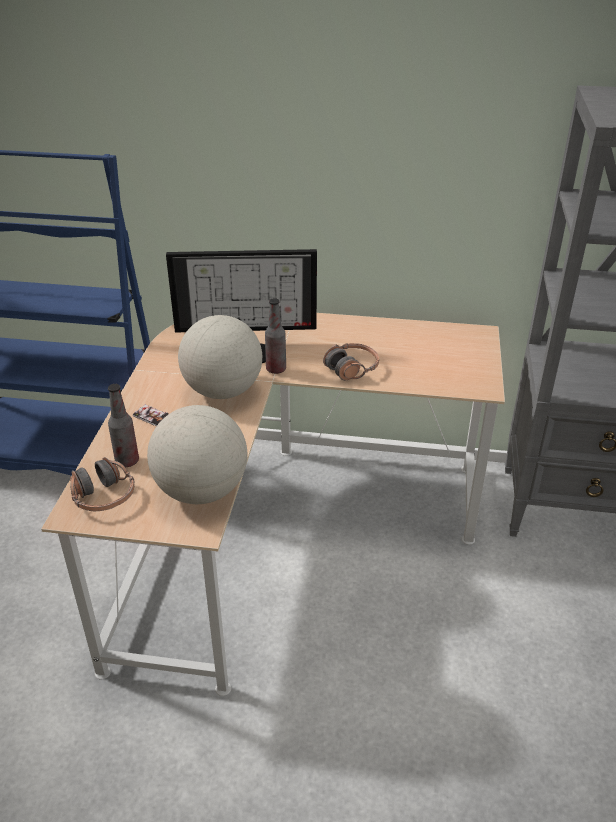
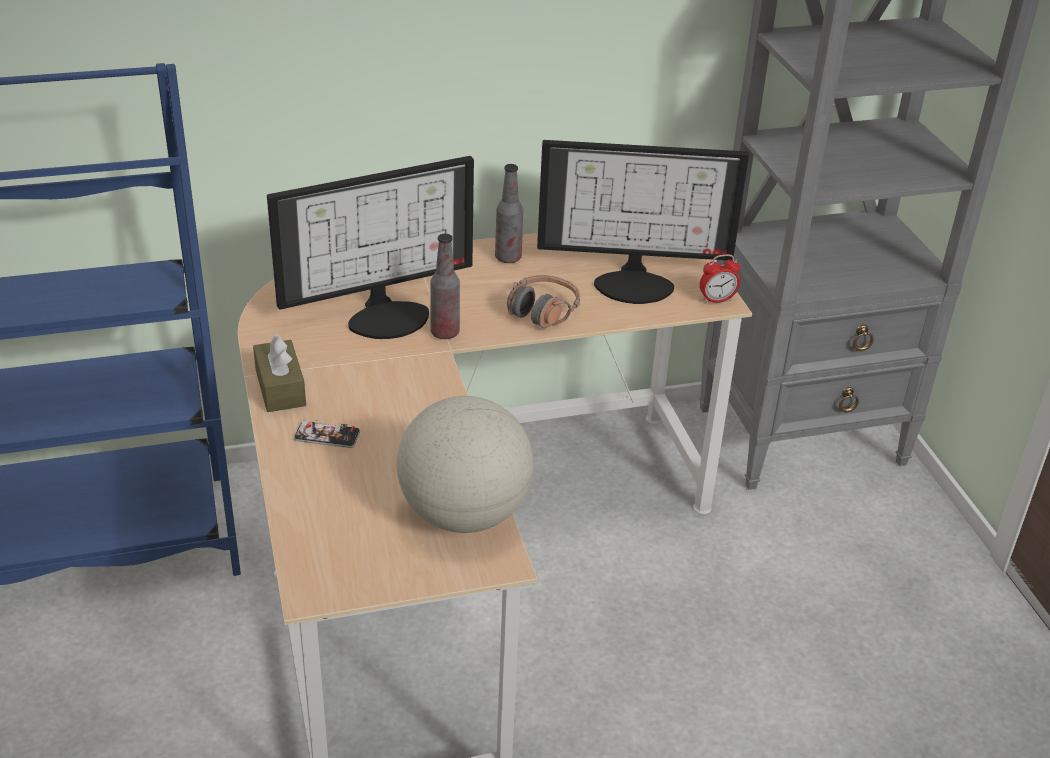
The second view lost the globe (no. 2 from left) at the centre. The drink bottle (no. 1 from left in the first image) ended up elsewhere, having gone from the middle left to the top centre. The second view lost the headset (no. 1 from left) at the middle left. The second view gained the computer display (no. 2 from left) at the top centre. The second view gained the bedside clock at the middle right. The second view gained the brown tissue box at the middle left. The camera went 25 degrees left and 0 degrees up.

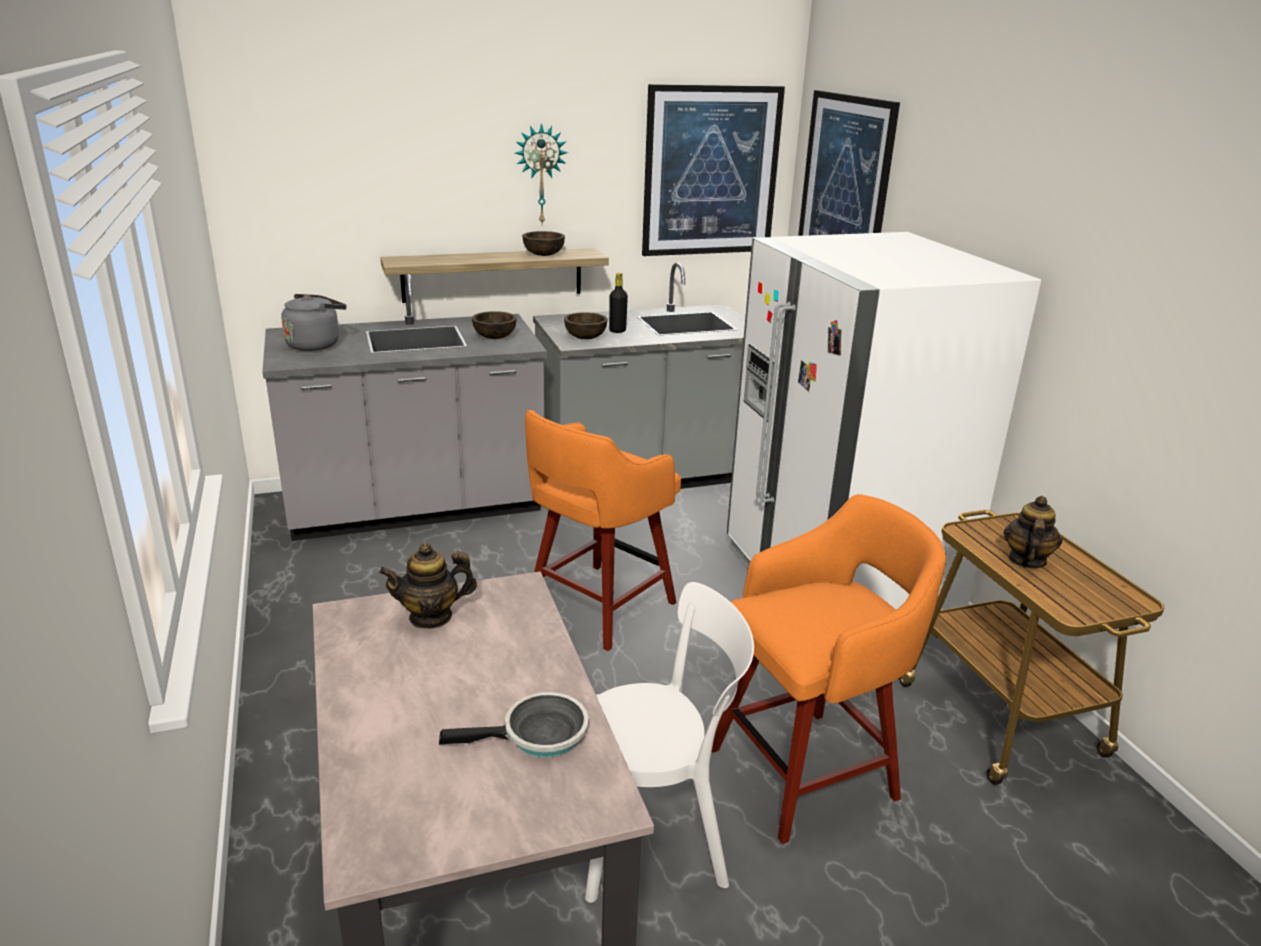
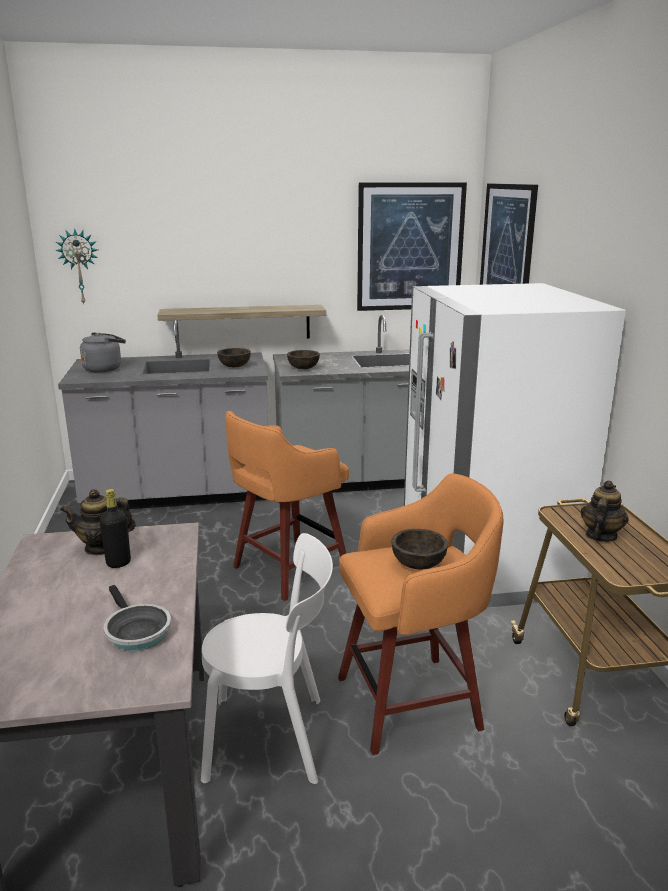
The wall clock ended up elsewhere, having gone from the top centre to the top left. The brown serving bowl (no. 2 from left in the first image) ended up elsewhere, having gone from the top centre to the centre. The black drink bottle ended up elsewhere, having gone from the top centre to the middle left. The pan at the bottom centre ended up facing another way, 60 degrees clockwise from before. The camera went 10 degrees right and 5 degrees down.

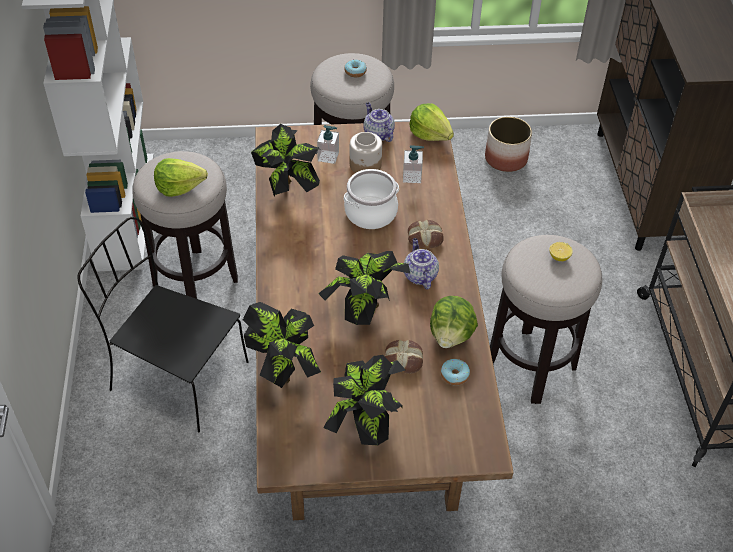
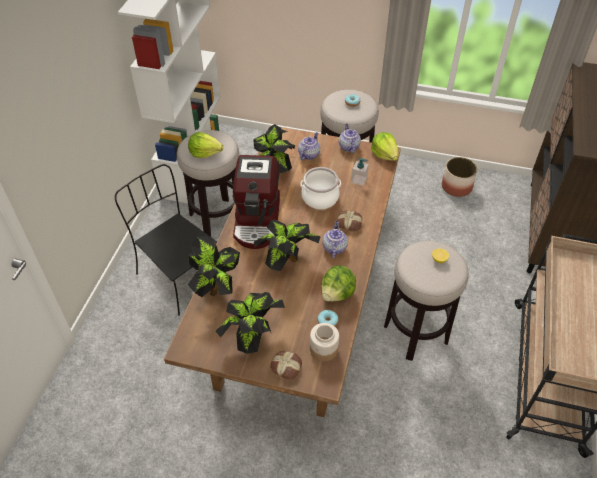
Where the soap bottle (no. 1 from left) stood at the top centre, the pot for tea (no. 1 from left) came to stand at the top centre. The preserve jar ended up elsewhere, having gone from the top centre to the bottom centre. The baked bread (no. 1 from left) ended up elsewhere, having gone from the centre to the bottom centre. The second view gained the coffee maker at the centre. The camera went 20 degrees right and 0 degrees up.

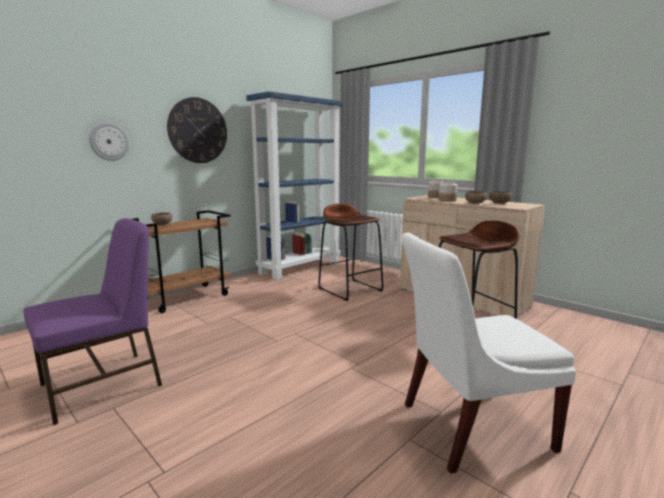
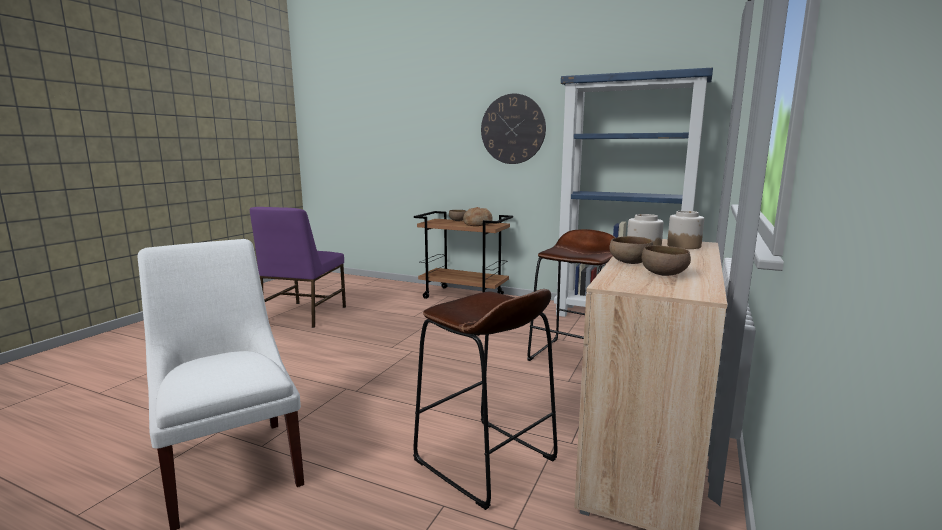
The second view lost the wall clock (no. 1 from left) at the top left. The purple-coloured plain chair at the middle left ended up facing another way, 75 degrees clockwise from before. The second view gained the baked bread at the centre. The camera went 70 degrees right and 0 degrees up.

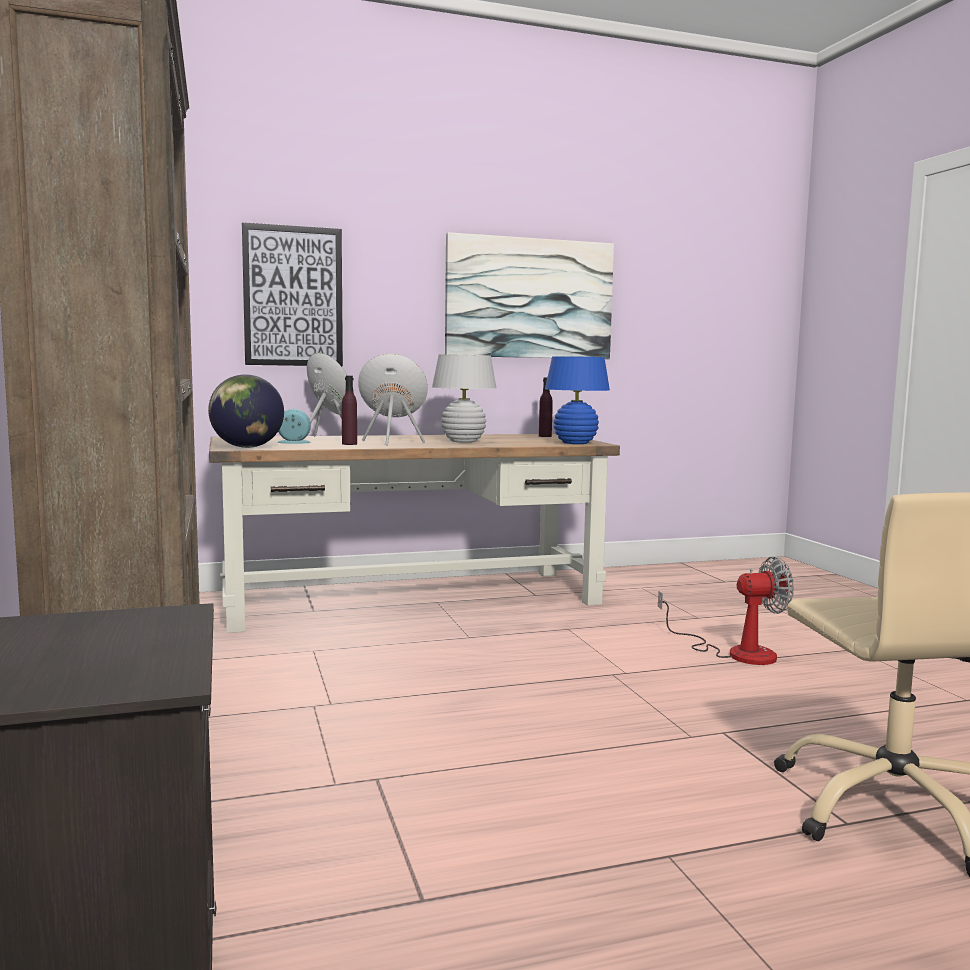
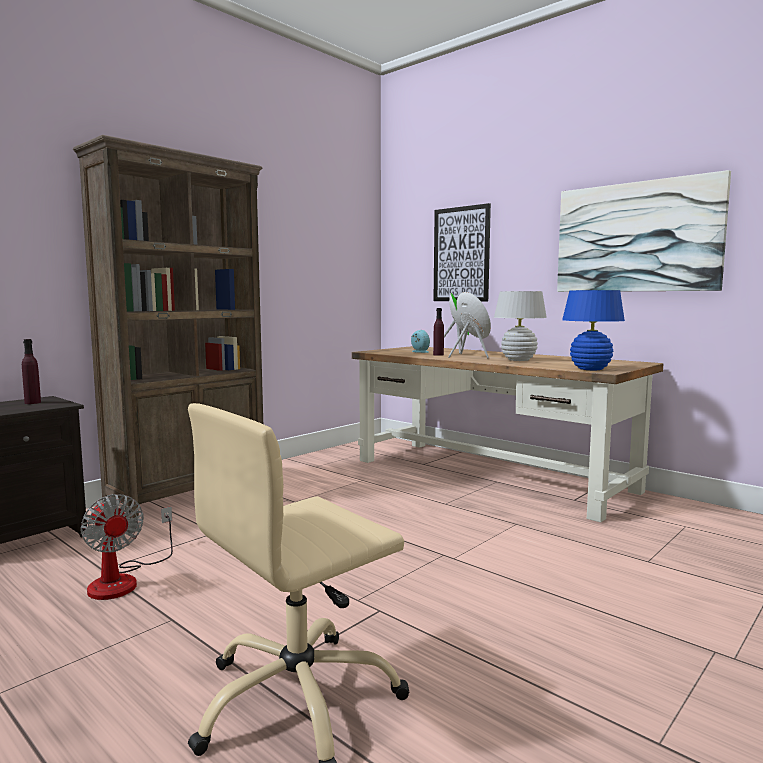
The second view lost the globe at the middle left. The purple-coloured drink bottle (no. 2 from left in the first image) ended up elsewhere, having gone from the centre to the middle left. The cooling fan ended up elsewhere, having gone from the middle right to the bottom left. The camera went 60 degrees right and 0 degrees up.

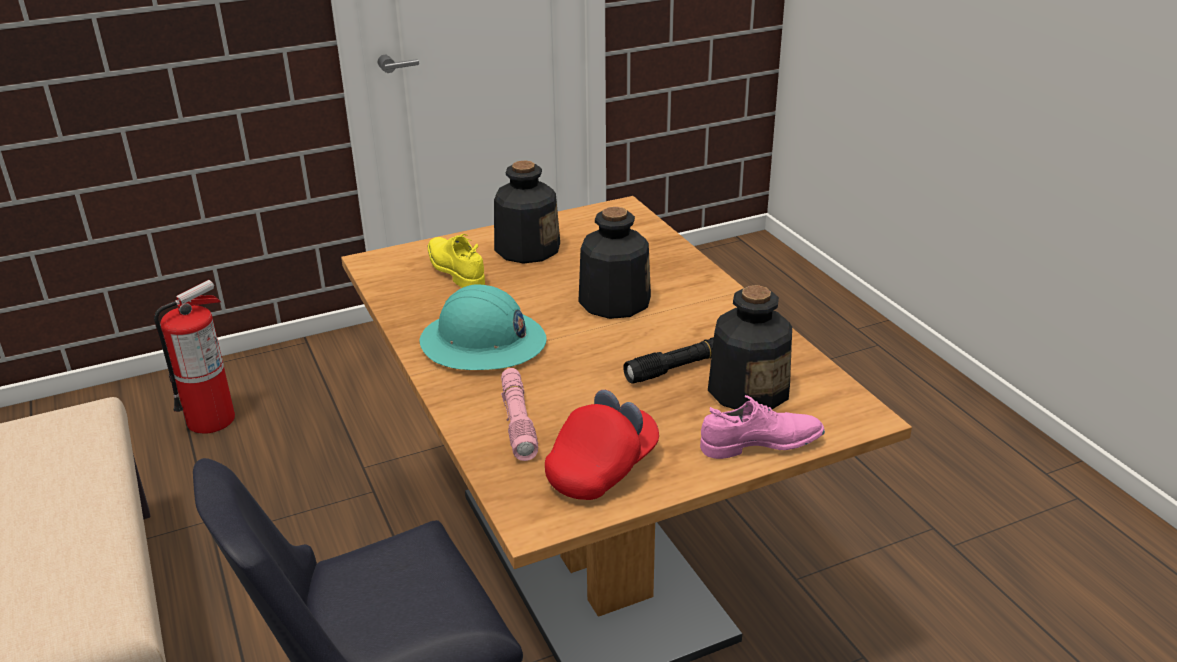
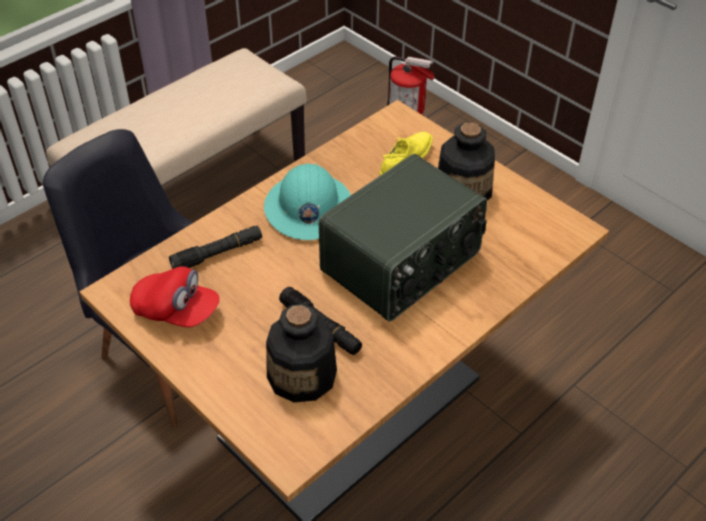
Where the drink bottle (no. 2 from left) stood at the centre, the radio receiver came to stand at the centre. What was the pinkish hand torch at the centre turned into the black hand torch (no. 1 from left) at the middle left. The second view lost the pinkish item of footwear at the centre. The camera went 70 degrees right and 15 degrees up.

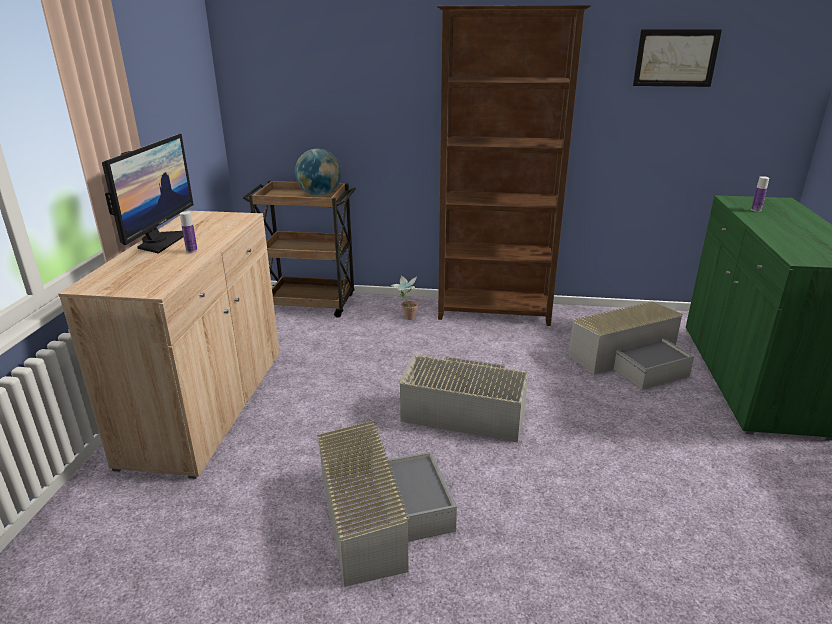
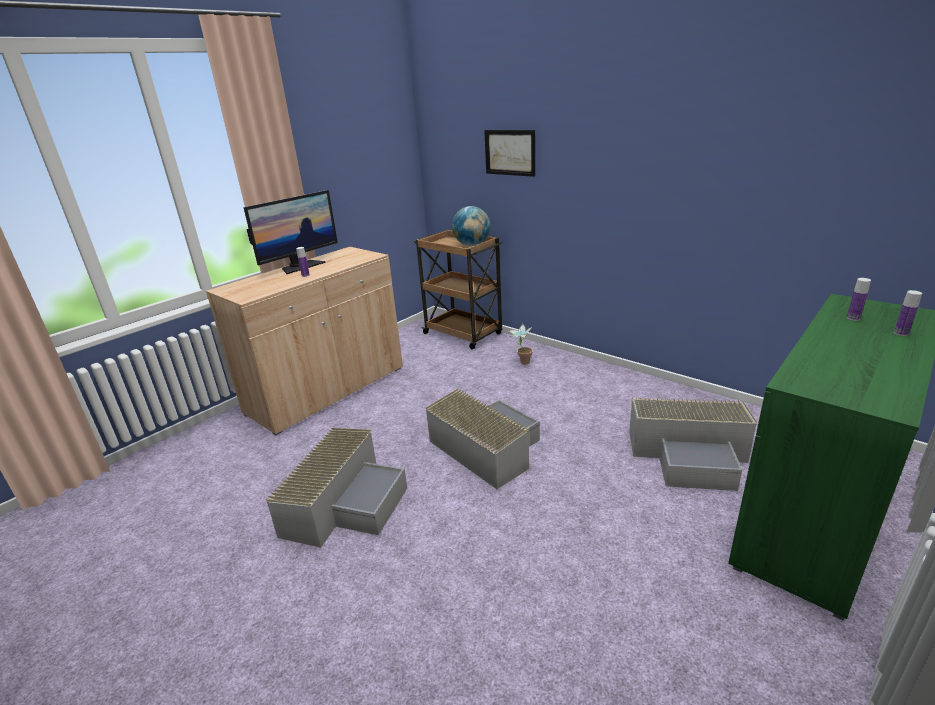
The second view lost the brown shelving unit at the top centre. The picture ended up elsewhere, having gone from the top right to the top centre. The second view gained the drink bottle (no. 3 from left) at the middle right. The camera went 35 degrees right and 0 degrees up.

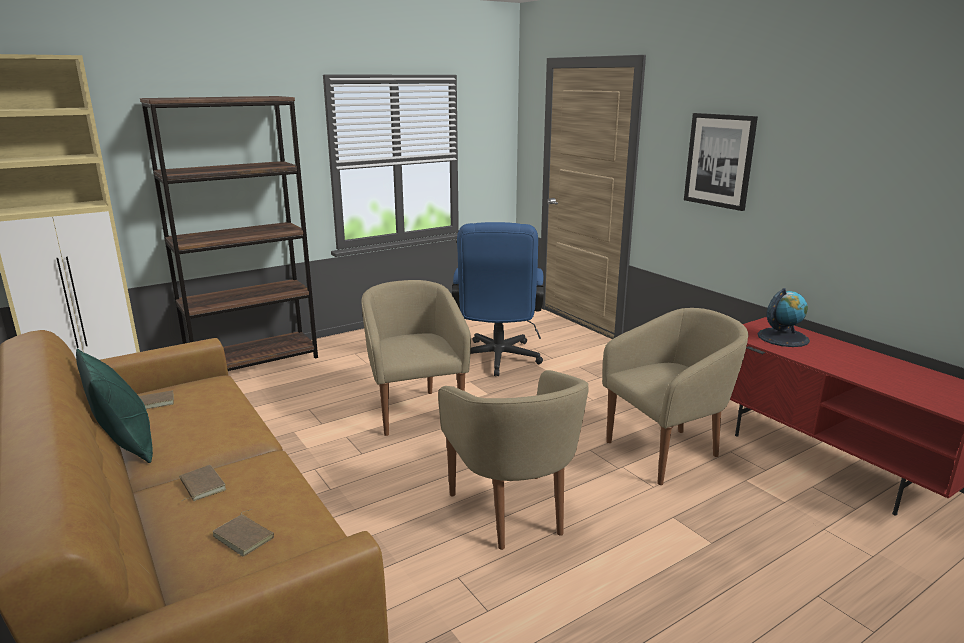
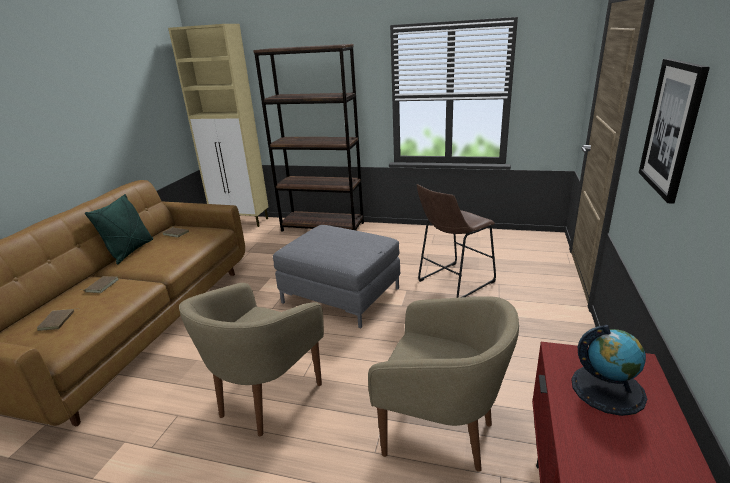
Where the blue-coloured desk chair stood at the centre, the brown sitting stool came to stand at the centre. Where the beige-coloured armchair (no. 1 from left) stood at the centre, the greyish pouffe came to stand at the centre. The camera went 50 degrees right and 5 degrees up.

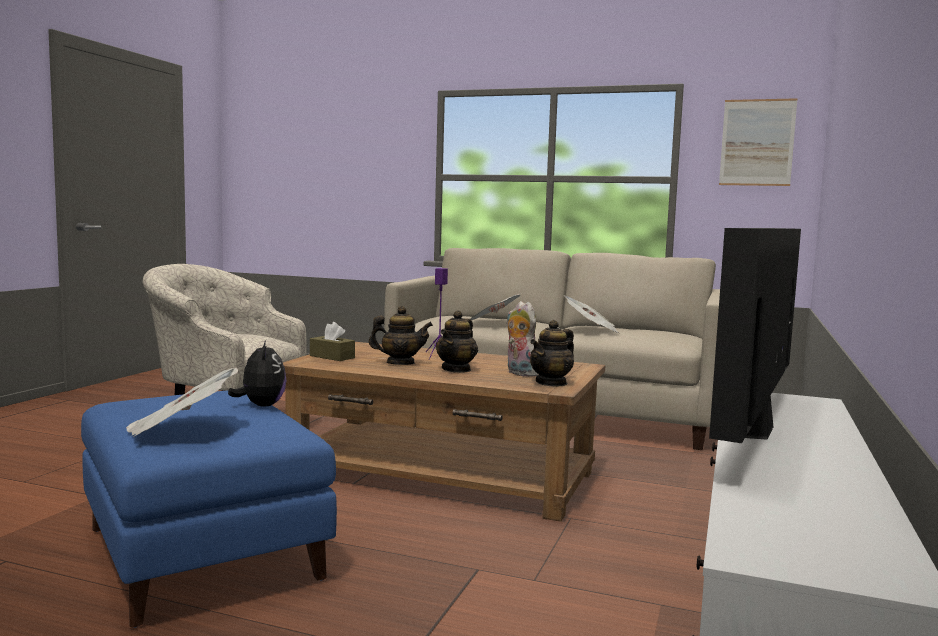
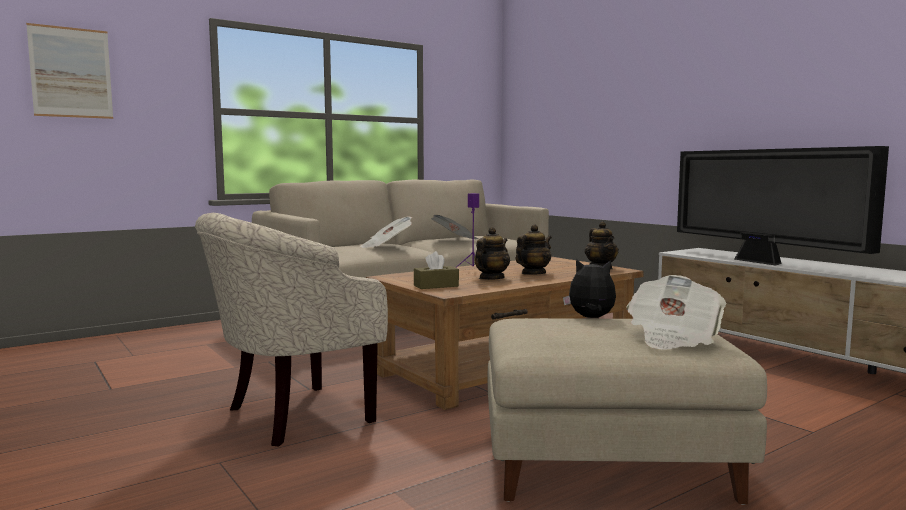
The picture ended up elsewhere, having gone from the top right to the top left. The second view lost the soft toy (no. 2 from left) at the centre. The pot for tea (no. 2 from left) at the centre ended up facing another way, 105 degrees counterclockwise from before. What was the blue-coloured pouffe at the bottom left turned into the beige-coloured pouffe at the bottom right. The camera went 55 degrees left and 0 degrees up.

